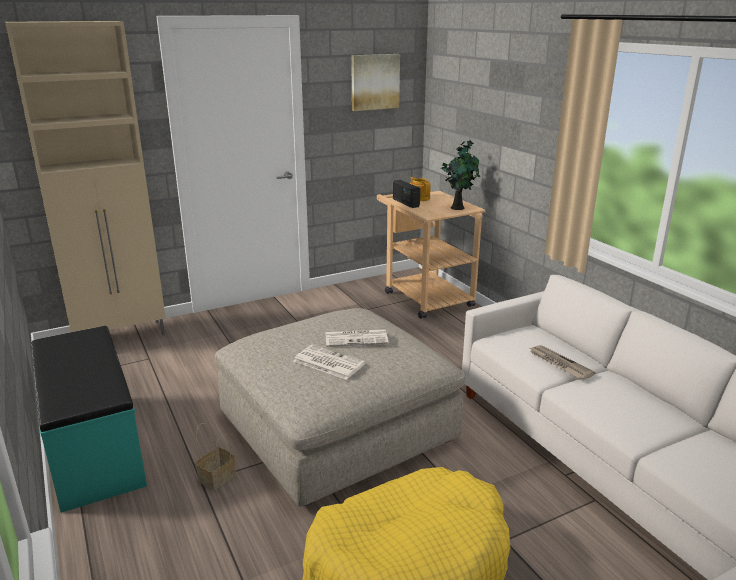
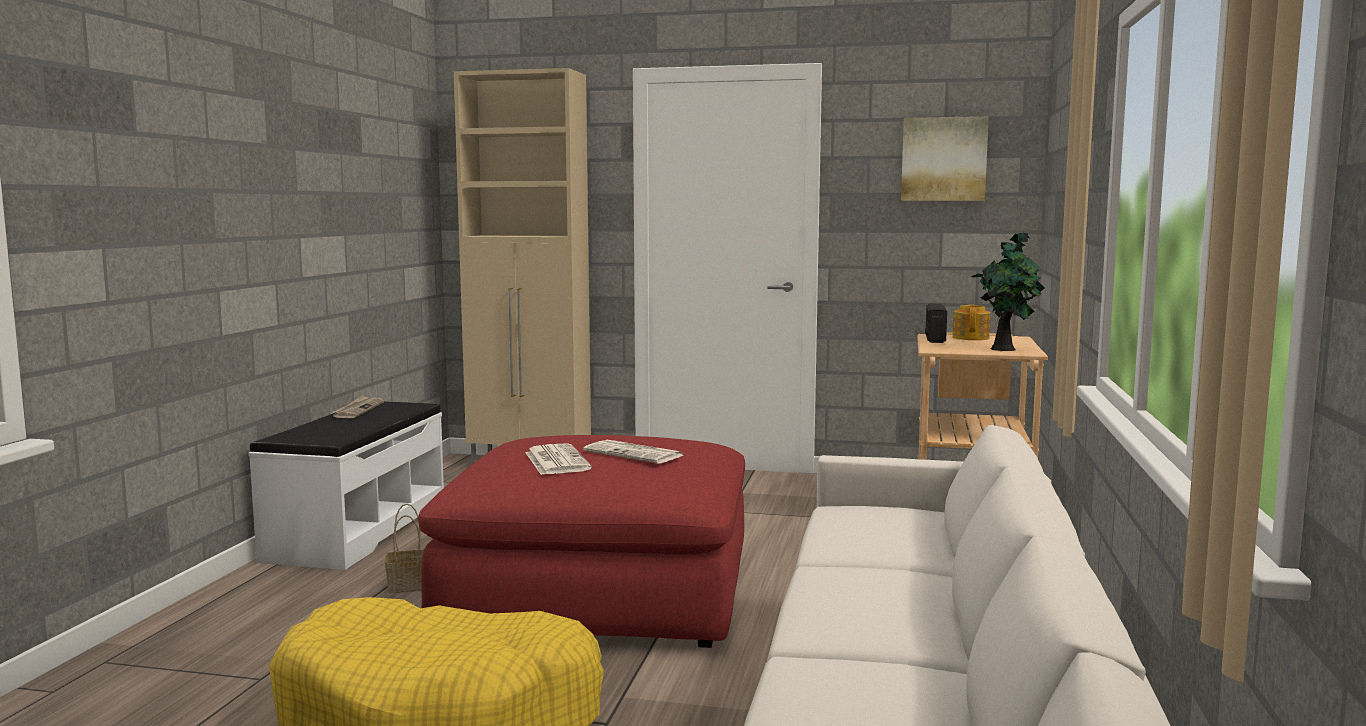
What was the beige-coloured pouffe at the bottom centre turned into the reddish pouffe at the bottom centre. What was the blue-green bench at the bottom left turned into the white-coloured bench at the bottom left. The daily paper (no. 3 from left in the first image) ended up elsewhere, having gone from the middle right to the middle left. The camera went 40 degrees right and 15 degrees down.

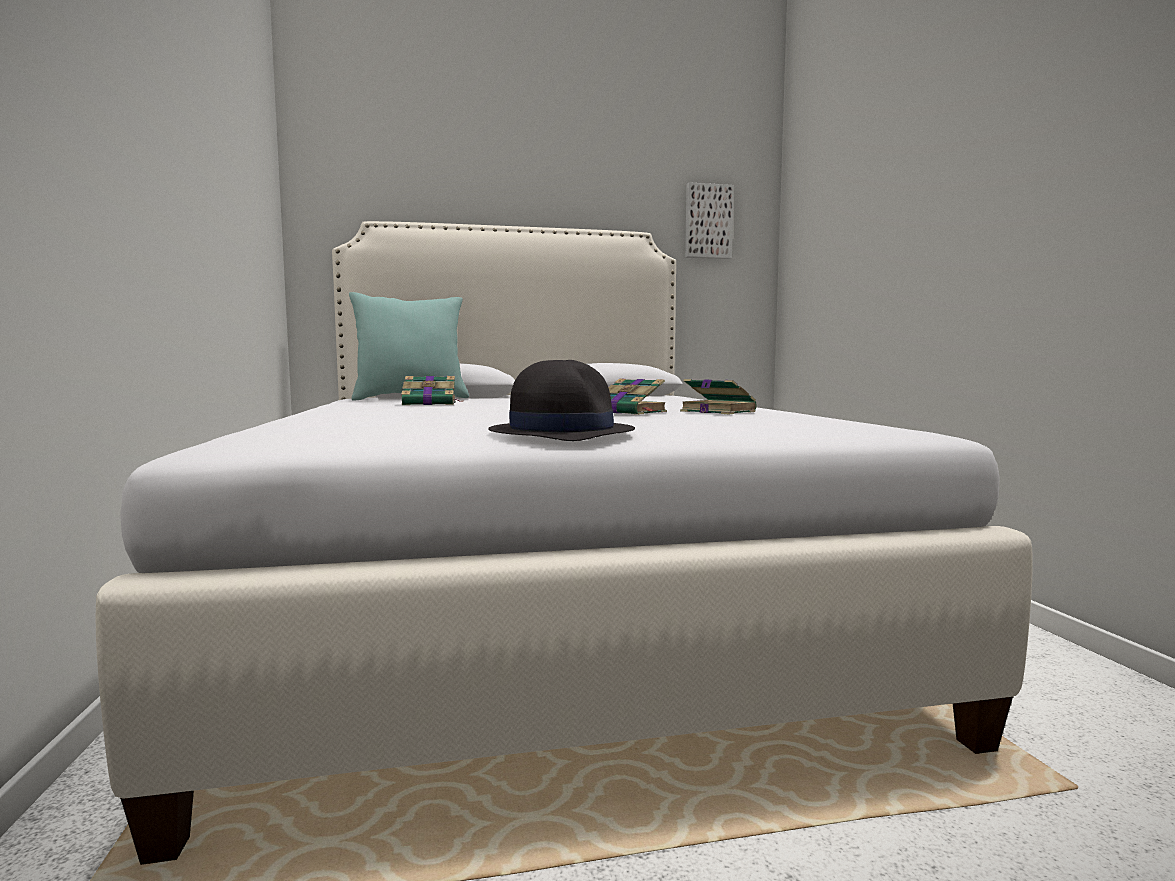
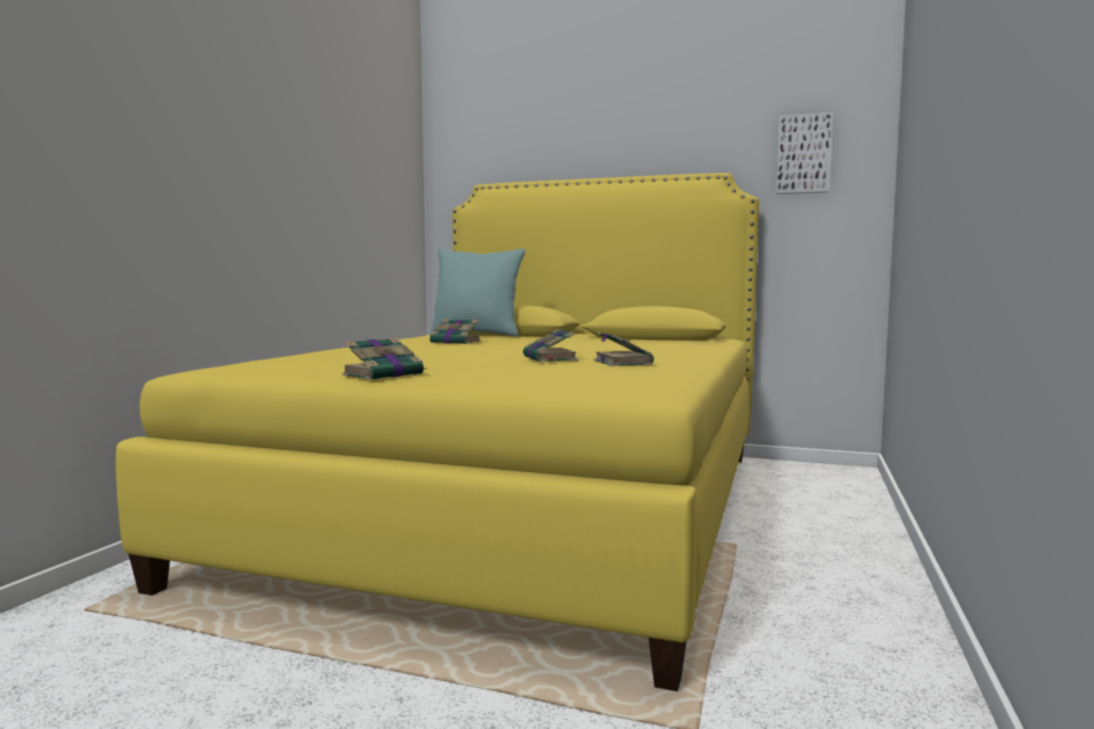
What was the white-coloured sleeping bed at the centre turned into the yellowish sleeping bed at the centre. Where the black hat stood at the centre, the volume (no. 1 from left) came to stand at the centre. The camera went 30 degrees right and 0 degrees up.

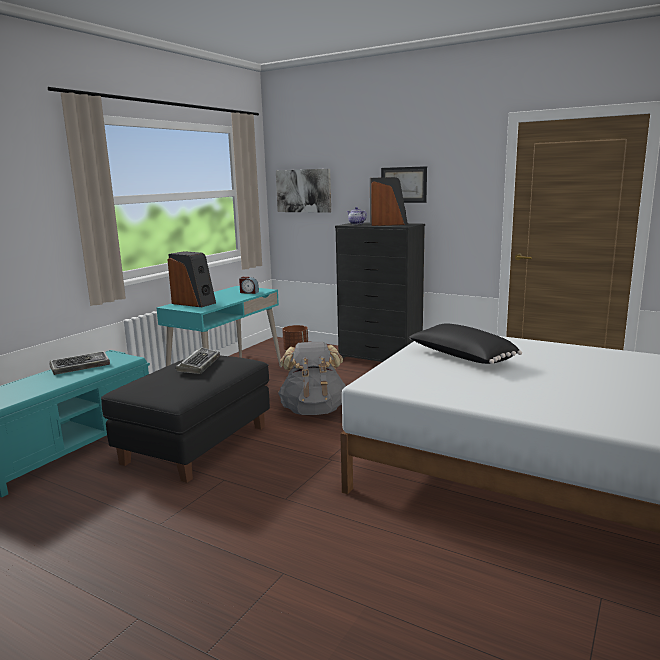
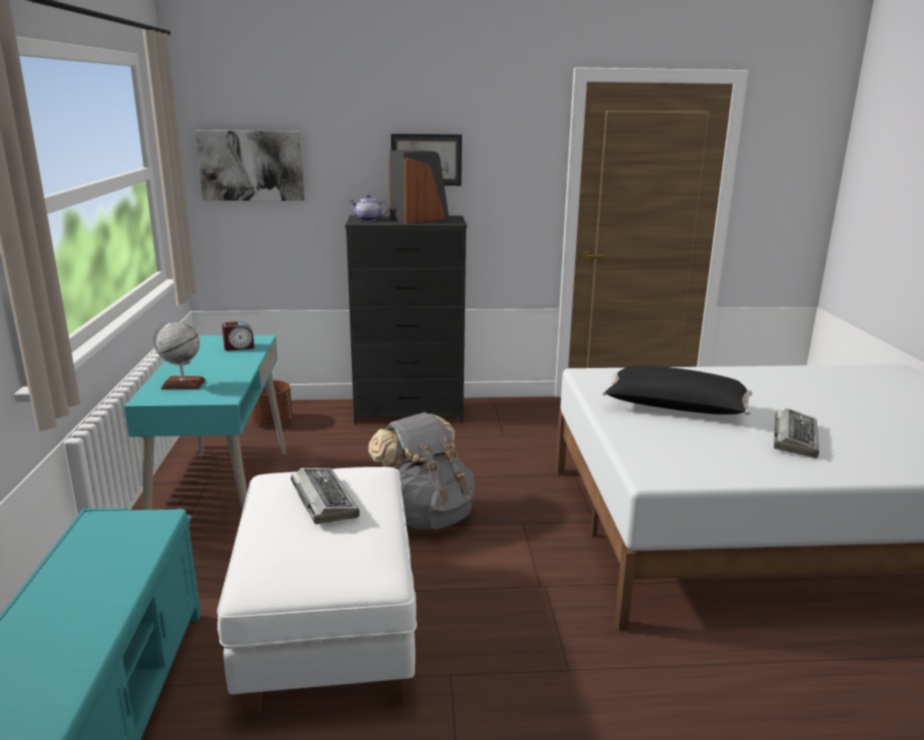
Where the audio speaker (no. 1 from left) stood at the middle left, the globe came to stand at the middle left. The computer keyboard (no. 1 from left in the first image) ended up elsewhere, having gone from the middle left to the middle right. What was the black pouffe at the middle left turned into the white-coloured pouffe at the bottom centre. The camera went 35 degrees left and 5 degrees up.

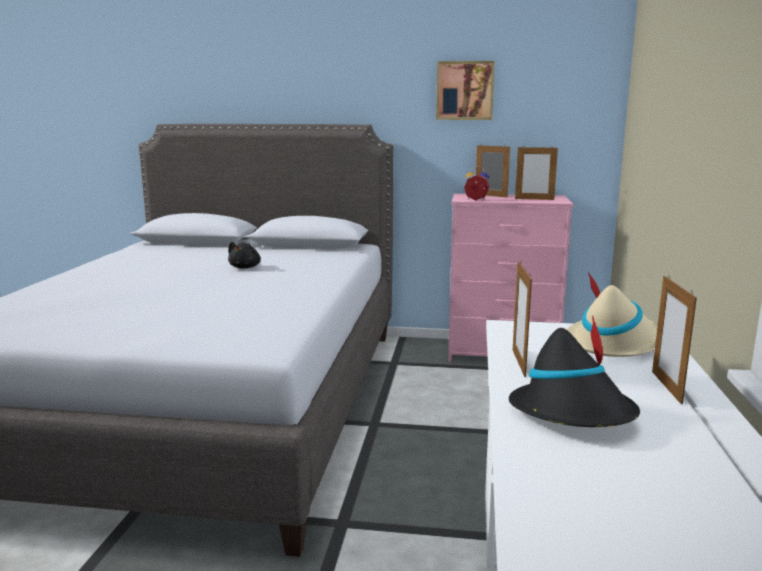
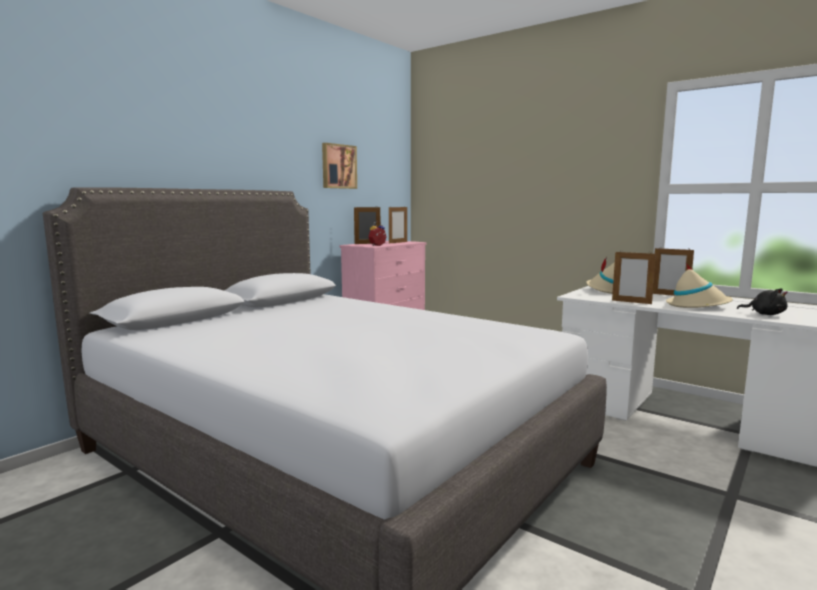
The black soft toy ended up elsewhere, having gone from the middle left to the middle right. What was the black hat at the middle right turned into the beige-coloured hat (no. 2 from left) at the middle right. The camera went 60 degrees left and 5 degrees down.

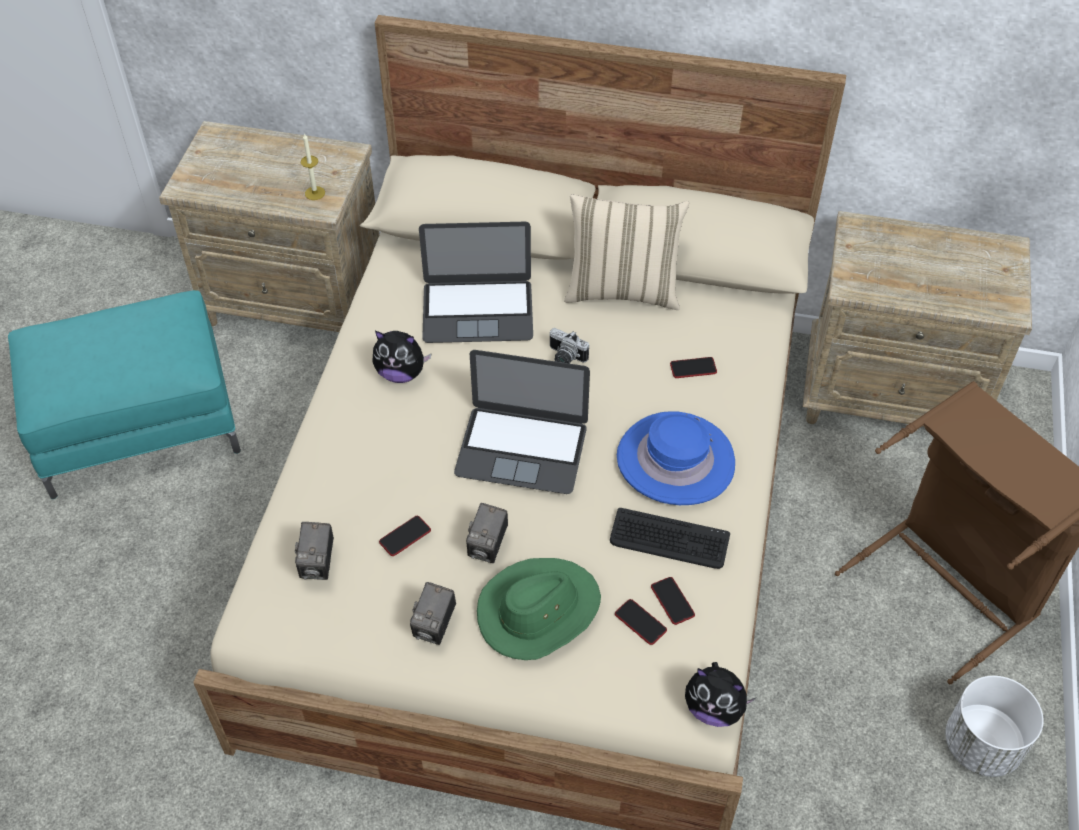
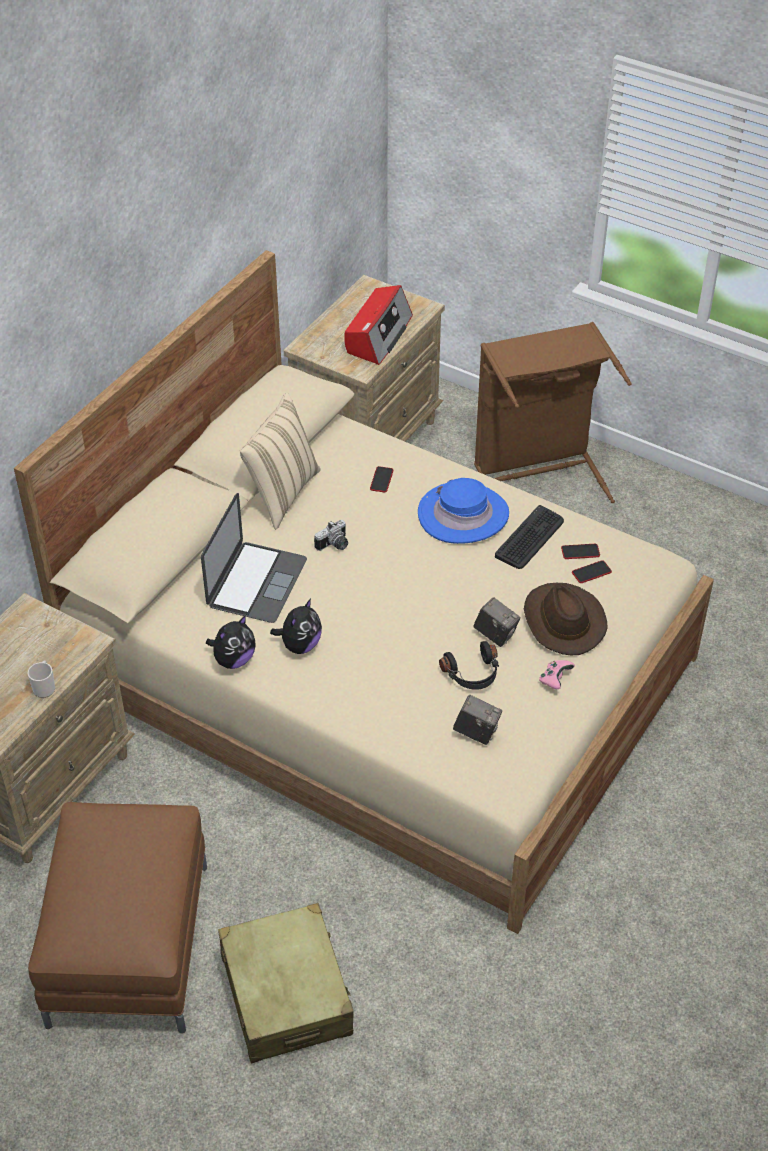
The second view lost the wax candle at the top left. What was the blue-green pouffe at the middle left turned into the brown pouffe at the bottom left. The second view lost the laptop (no. 2 from left) at the centre. Where the phone (no. 1 from left) stood at the centre, the black headset came to stand at the centre. What was the greenish hat at the bottom centre turned into the brown hat at the middle right. Where the still camera (no. 2 from left) stood at the bottom centre, the pinkish gamepad came to stand at the middle right. The soft toy (no. 2 from left in the first image) ended up elsewhere, having gone from the bottom right to the middle left. The second view lost the white-coloured plant pot at the bottom right. The second view gained the radio receiver at the top centre. The second view gained the mug at the middle left. The second view gained the beige-coloured travel case at the bottom centre. The camera went 70 degrees left and 5 degrees down.

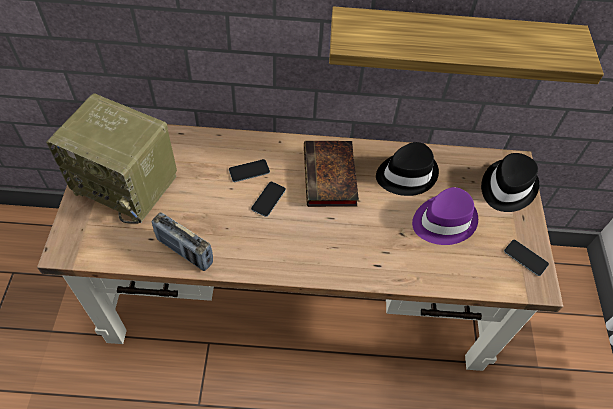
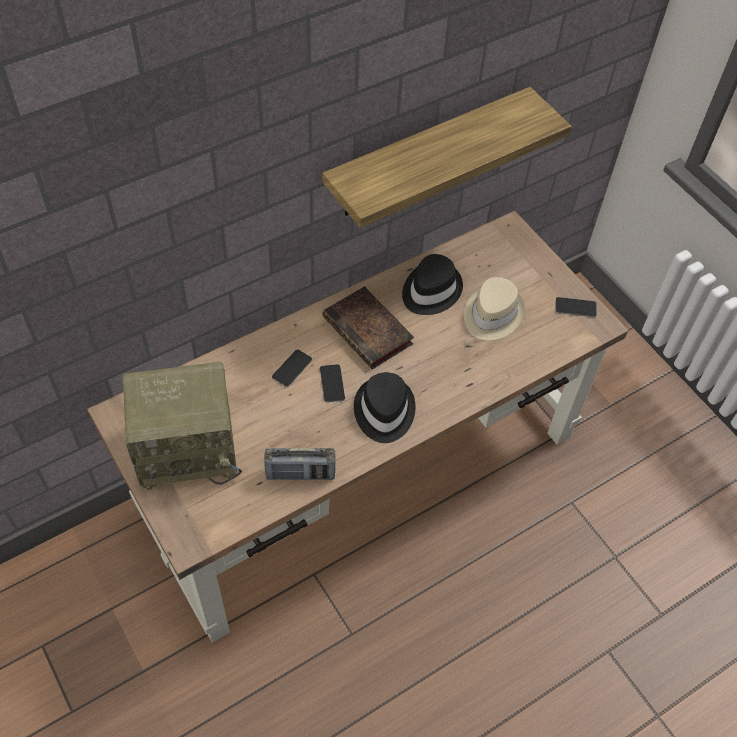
The black hat (no. 2 from left in the first image) ended up elsewhere, having gone from the middle right to the centre. What was the purple-coloured hat at the middle right turned into the beige-coloured hat at the middle right. The camera went 35 degrees left and 0 degrees up.

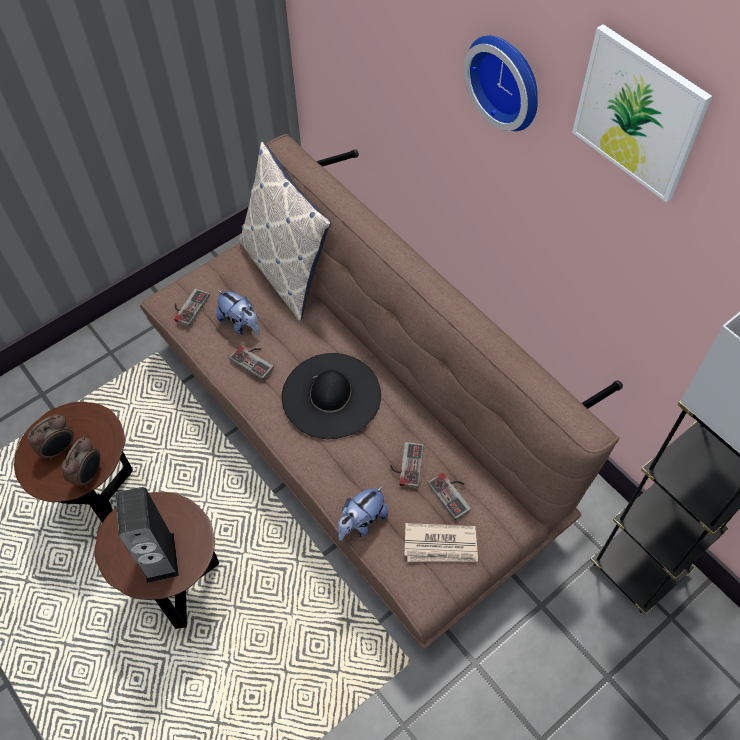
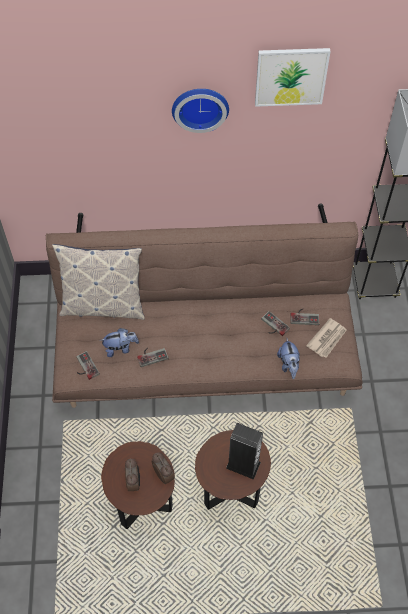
The second view lost the black hat at the centre. The camera went 55 degrees left and 0 degrees up.

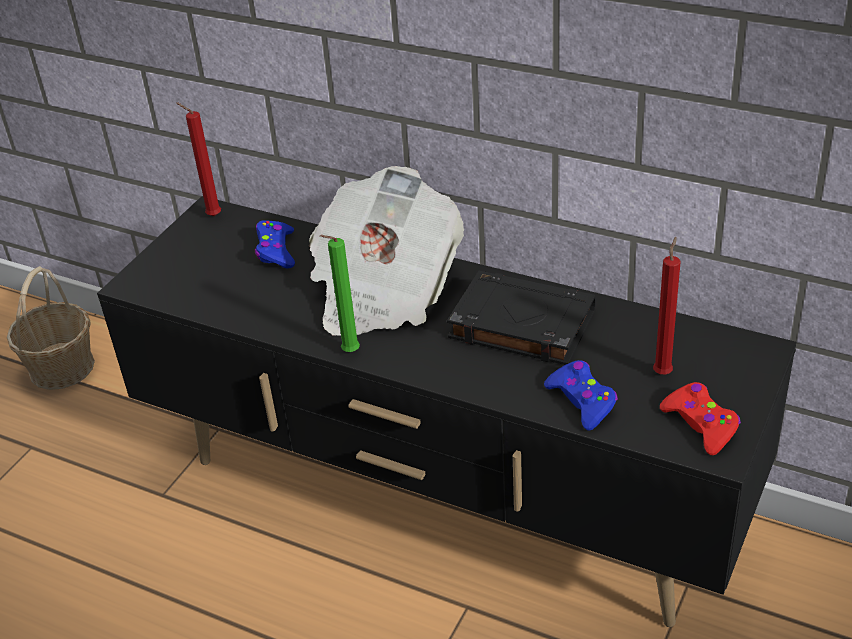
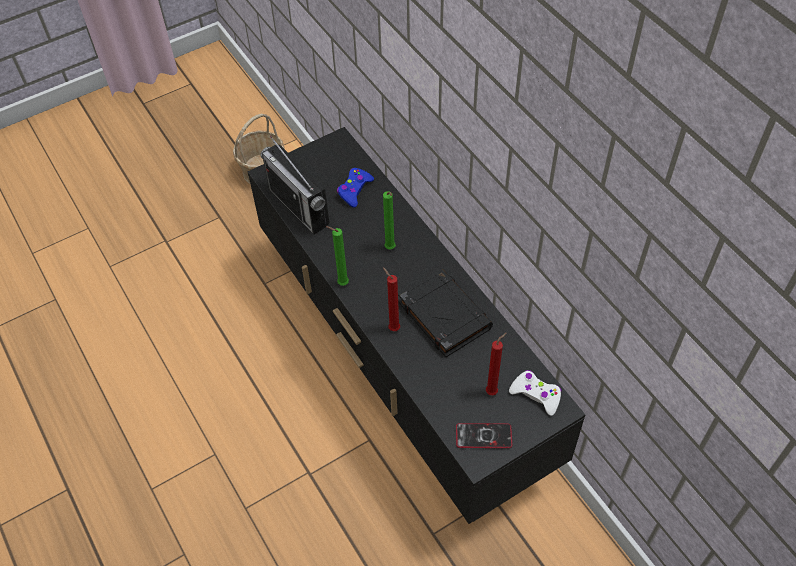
The reddish wax candle (no. 1 from left) ended up elsewhere, having gone from the top left to the centre. Where the daily paper stood at the centre, the greenish wax candle (no. 2 from left) came to stand at the centre. The second view lost the blue-coloured gamepad (no. 2 from left) at the middle right. Where the reddish gamepad stood at the middle right, the phone came to stand at the bottom centre. The second view gained the radio receiver at the top centre. The second view gained the white-coloured gamepad at the bottom right. The camera went 30 degrees right and 15 degrees up.

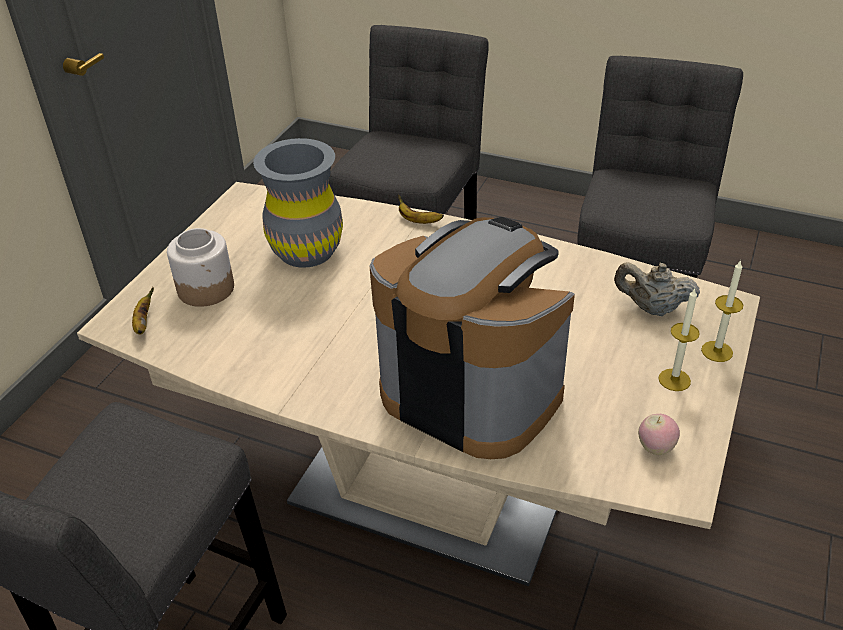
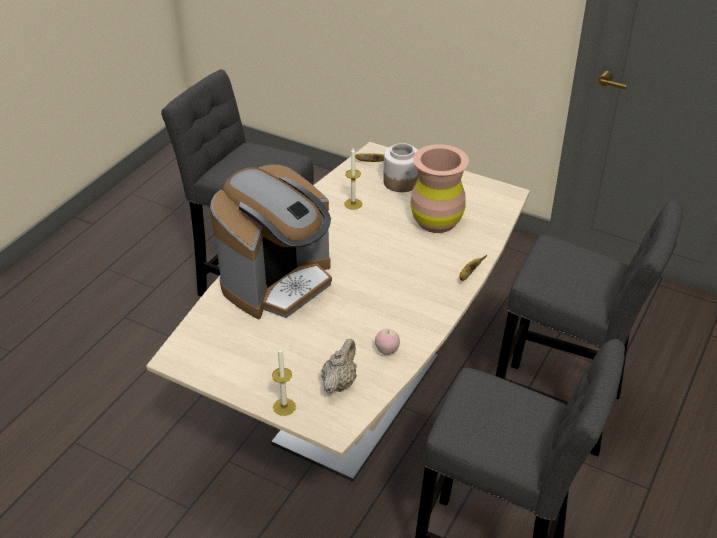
What was the greyish flower vase at the top centre turned into the brown flower vase at the centre. The wax candle (no. 1 from left in the first image) ended up elsewhere, having gone from the middle right to the top centre. The apple ended up elsewhere, having gone from the bottom right to the centre. The camera went 95 degrees right and 0 degrees up.

